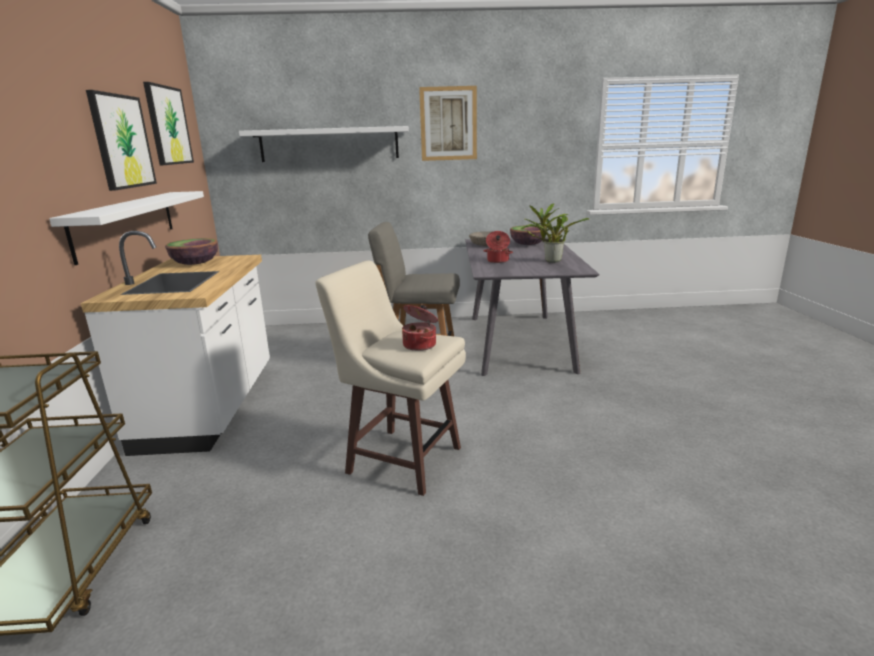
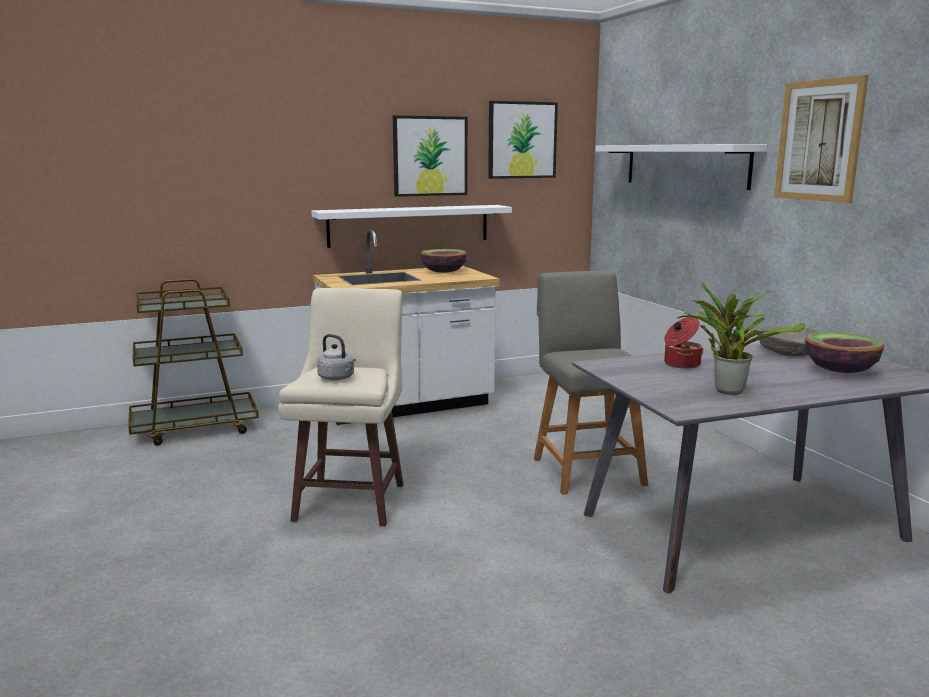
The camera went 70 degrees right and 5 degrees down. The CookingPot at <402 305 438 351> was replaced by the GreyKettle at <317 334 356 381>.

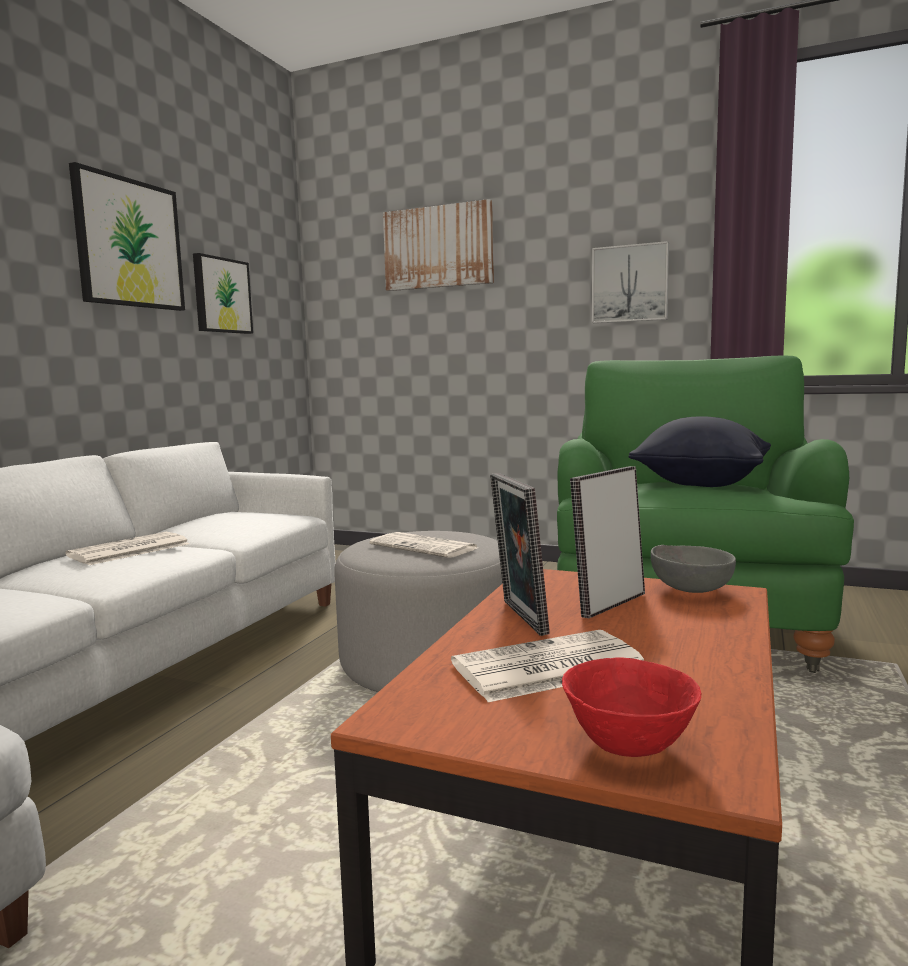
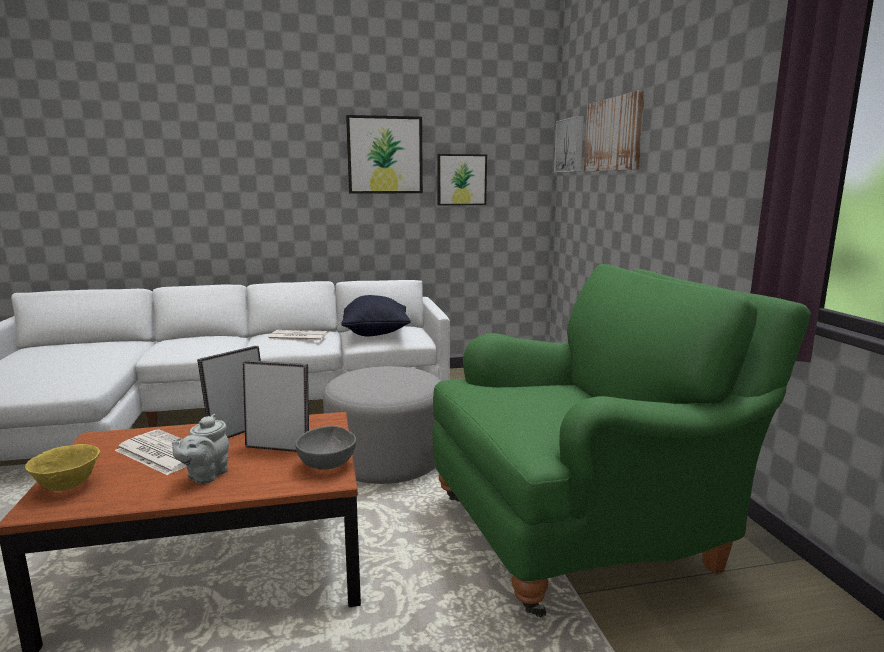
The camera went 55 degrees right and 5 degrees up. The Picture moved from <592 241 669 323> to <554 116 584 173>. The BlackPillow moved from <628 417 771 487> to <341 295 411 336>. The Newspaper at <370 532 477 558> disappeared. The RedBowl at <562 657 701 757> became the YellowBowl at <25 444 100 491>. The GreyTeapot at <172 414 229 484> appeared.

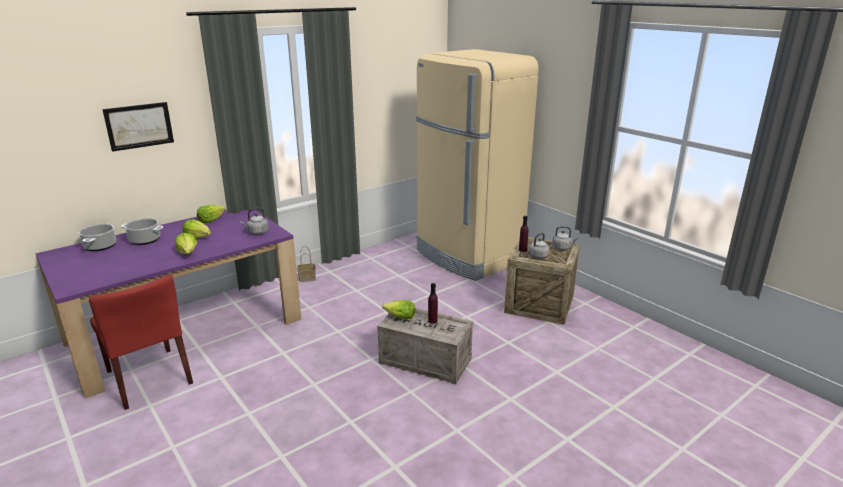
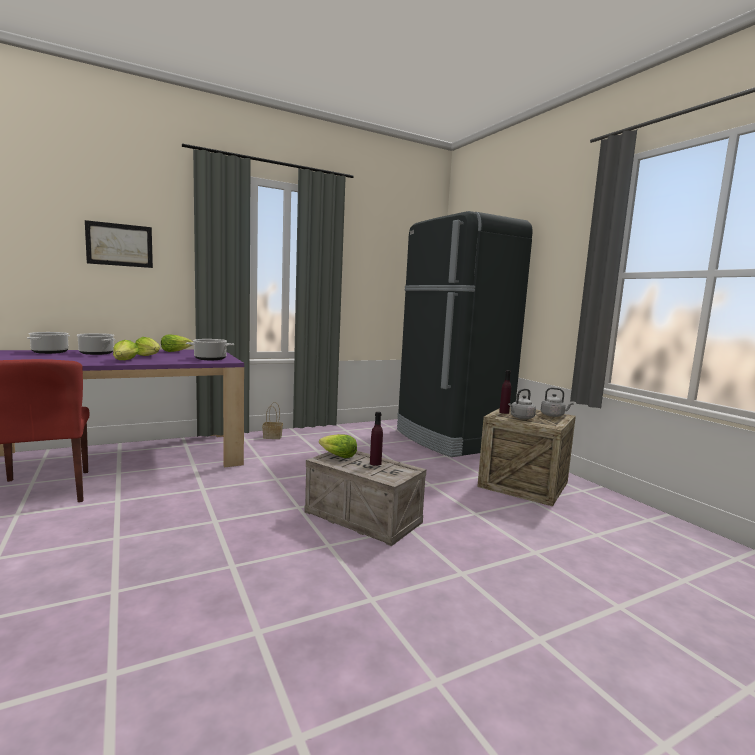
The camera went 10 degrees right and 15 degrees down. The BeigeFridge at <416 49 539 281> became the BlackFridge at <397 211 532 457>. The GreyKettle at <240 208 269 235> was replaced by the CookingPot at <186 339 234 360>.

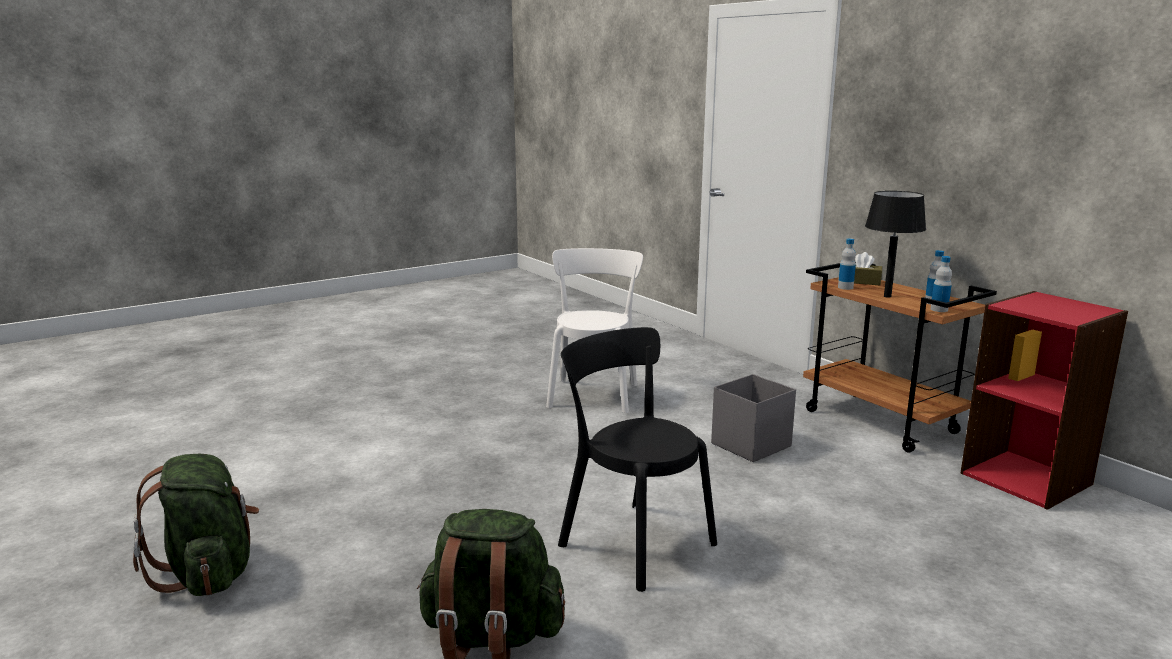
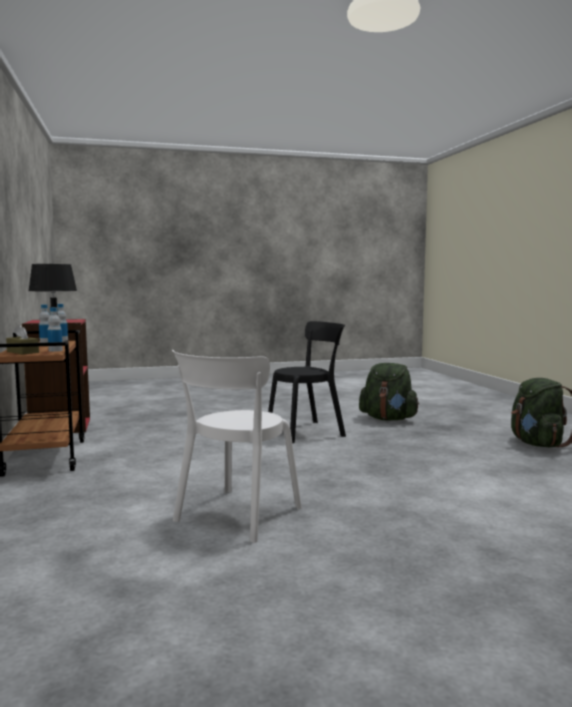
The camera went 160 degrees left and 10 degrees down. The BlackChair at <558 327 717 592> turned 90 degrees counterclockwise. The GreyStorageBox at <711 374 796 462> disappeared.

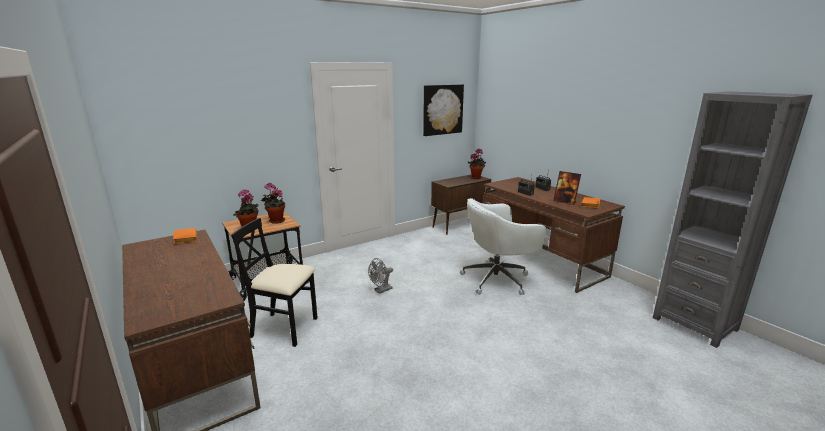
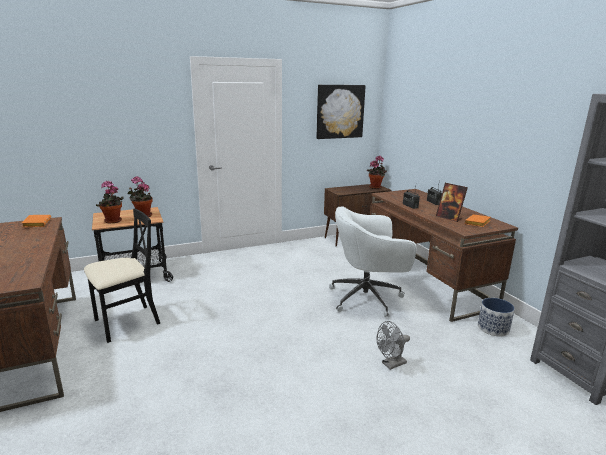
The camera went 10 degrees right and 0 degrees up. The BlackChair at <231 218 318 347> turned 120 degrees clockwise. The GreyFan moved from <368 258 393 294> to <376 321 410 370>. The Planter at <478 298 515 336> appeared.

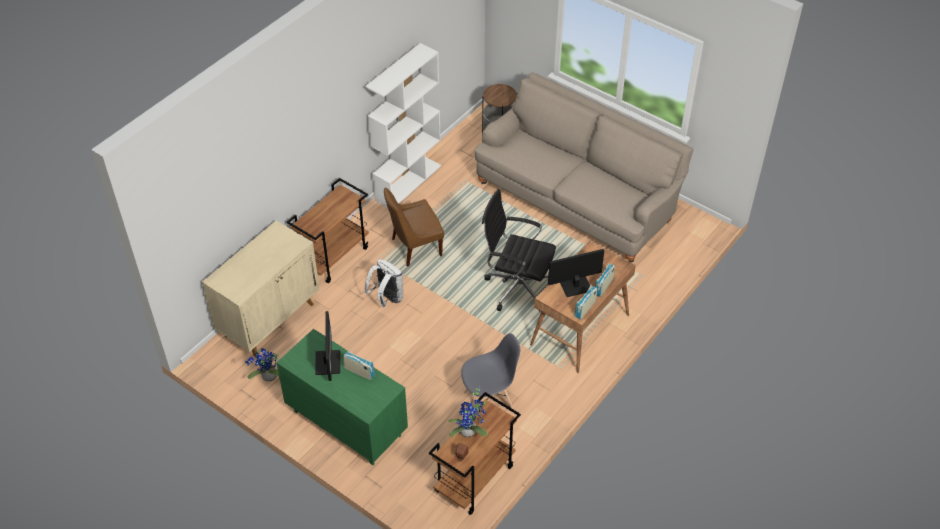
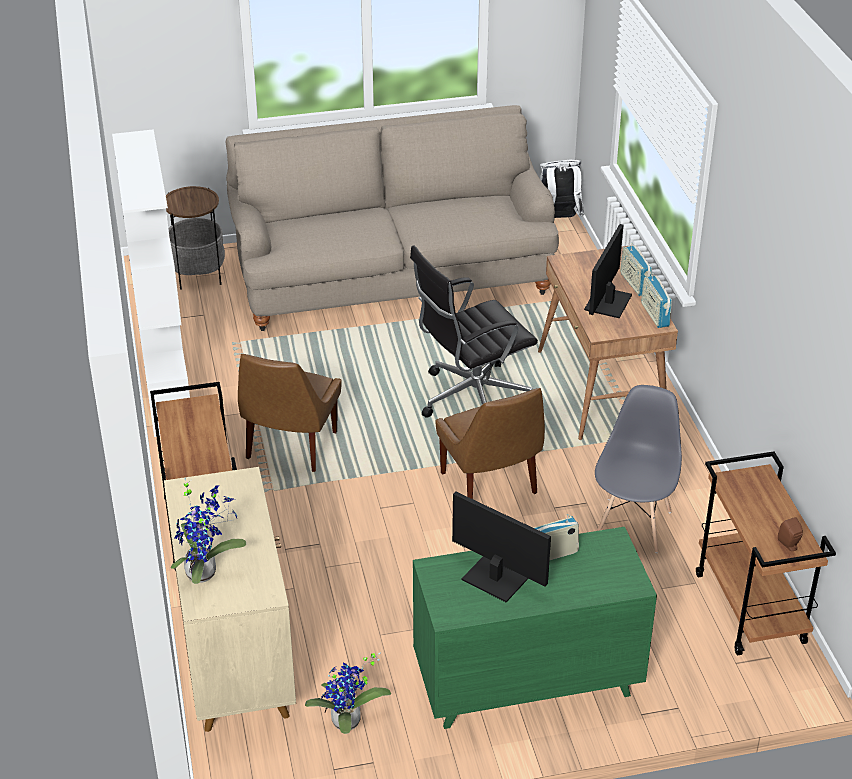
The camera went 50 degrees left and 10 degrees down. The WhiteBackpack moved from <364 259 404 307> to <540 160 584 218>. The PottedPlant moved from <448 388 488 438> to <171 478 246 584>. The BrownChair at <436 388 545 499> appeared.

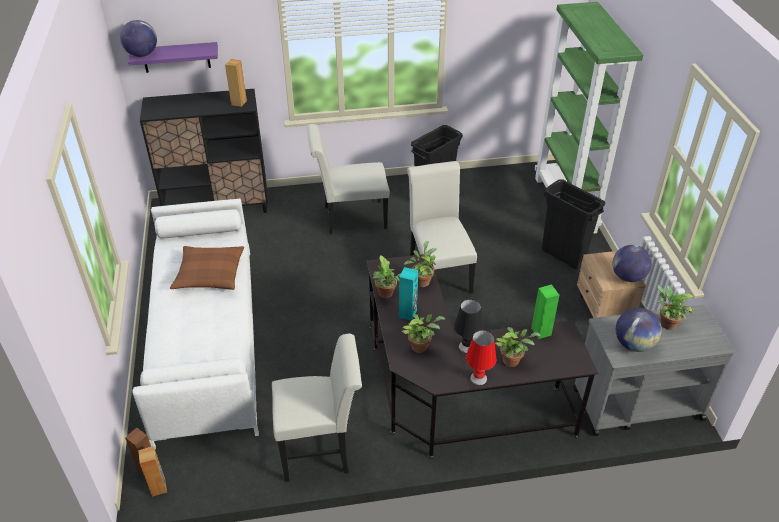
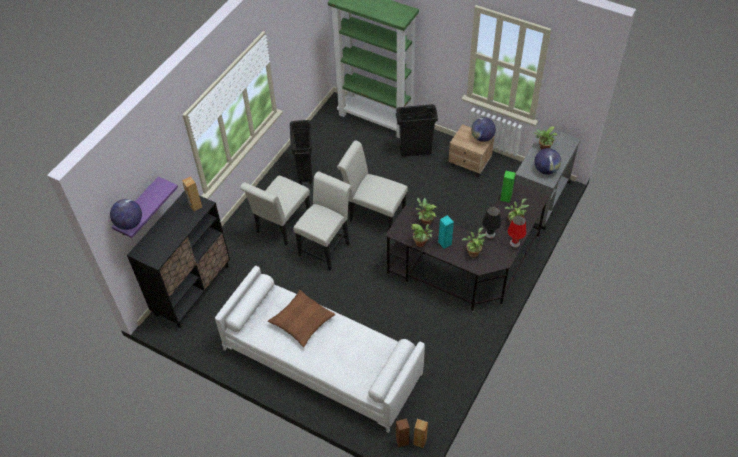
The camera went 50 degrees left and 10 degrees up. The WhiteChair moved from <272 334 362 482> to <293 171 352 270>.

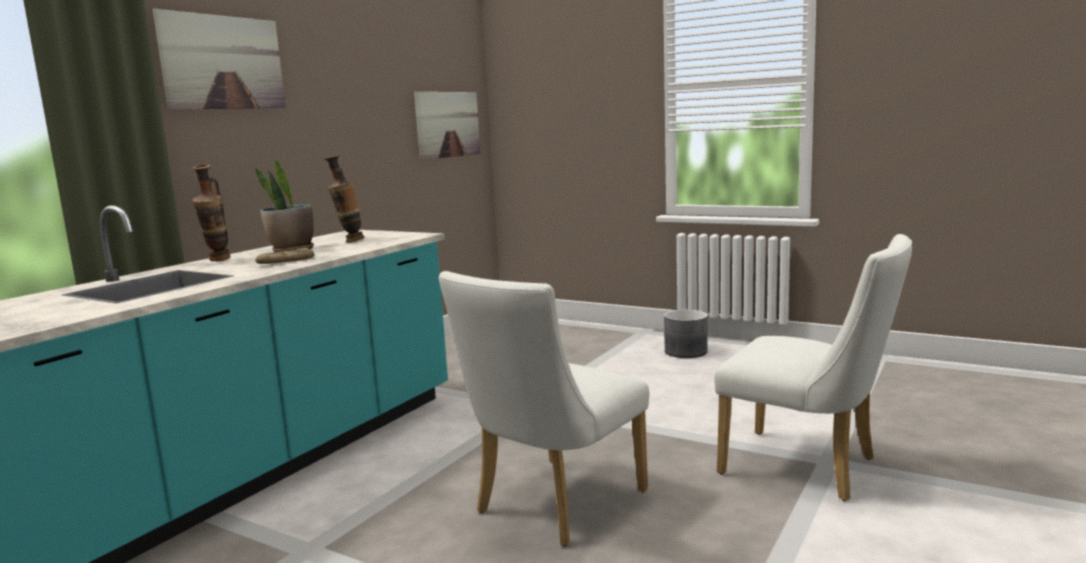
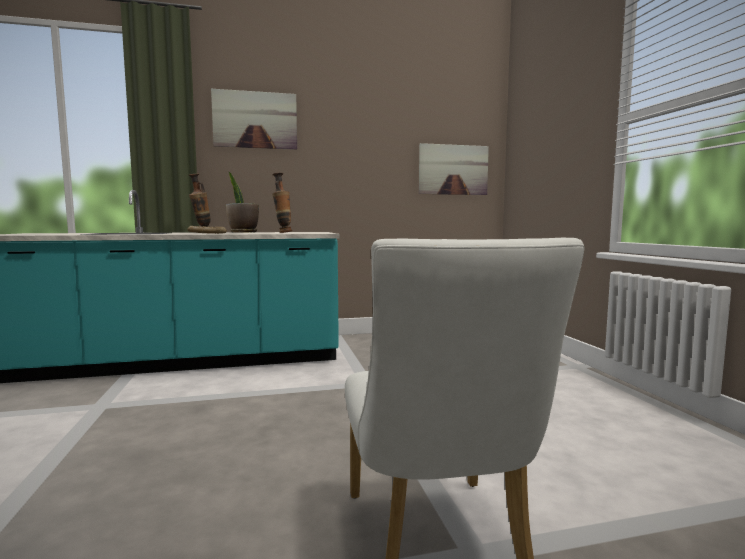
The camera went 45 degrees right and 5 degrees down. The WhiteChair at <438 271 649 546> disappeared. The GreyPlanter at <664 309 708 358> disappeared.

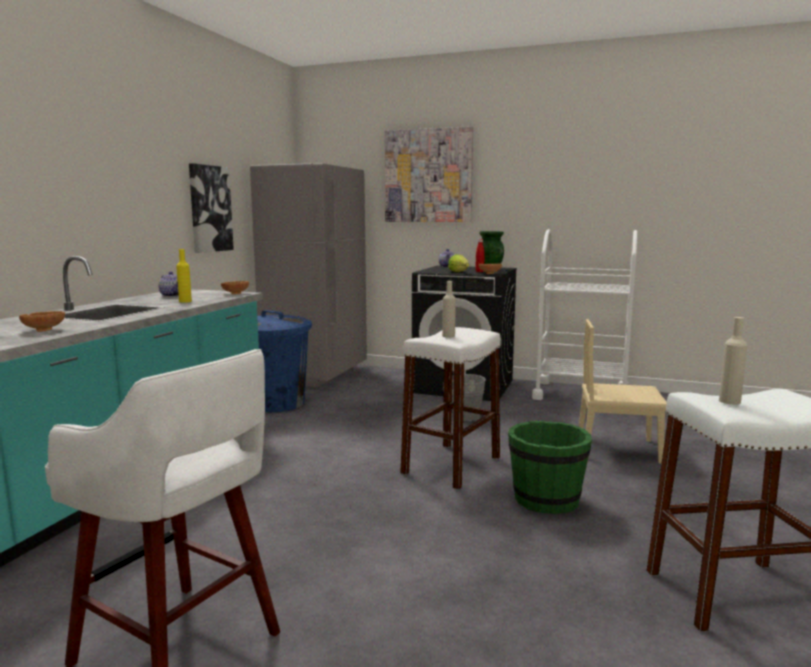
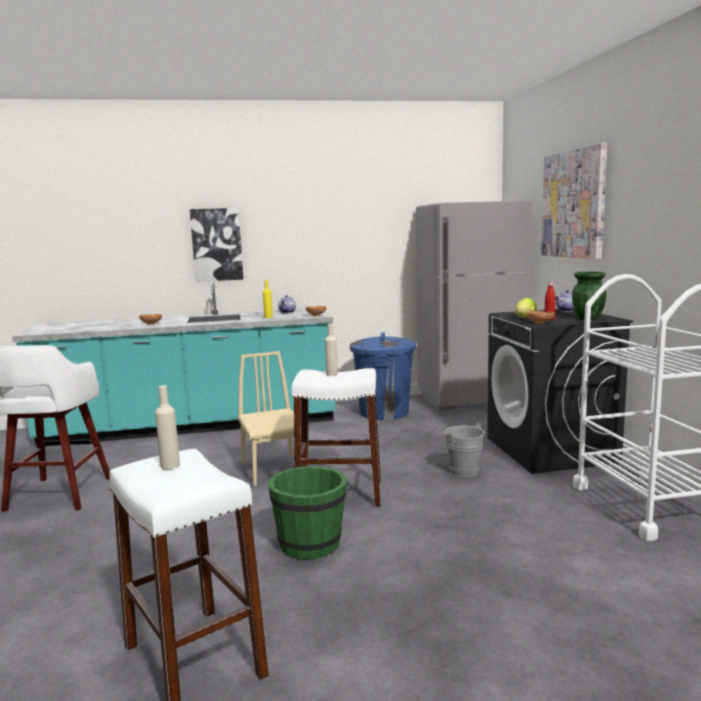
The camera went 60 degrees right and 0 degrees up. The Picture moved from <189 163 234 253> to <190 208 243 282>. The BeigeChair moved from <579 319 667 464> to <238 351 294 486>.

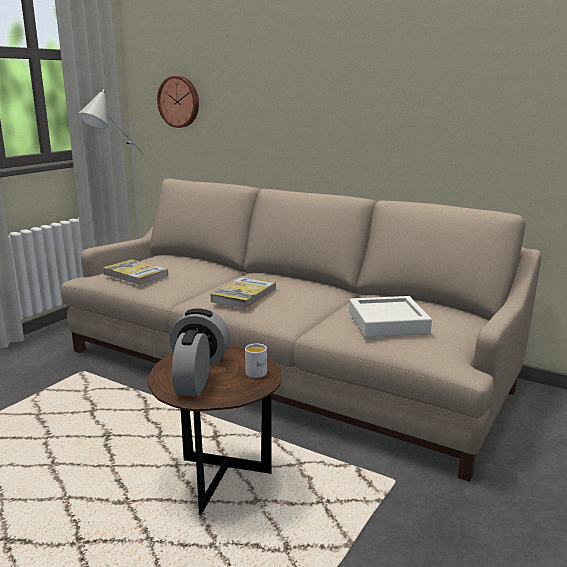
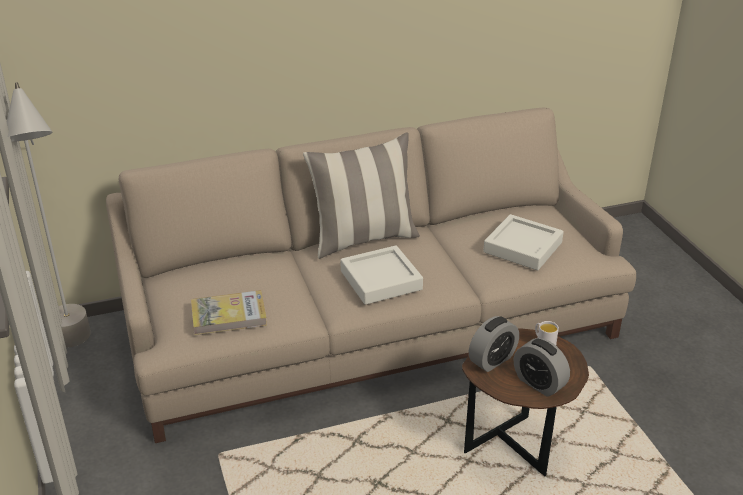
The camera went 50 degrees left and 15 degrees up. The WallClock at <157 76 199 128> disappeared. The Book at <211 276 277 309> was replaced by the WhiteTray at <340 245 423 305>. The Pillow at <303 132 420 259> appeared.

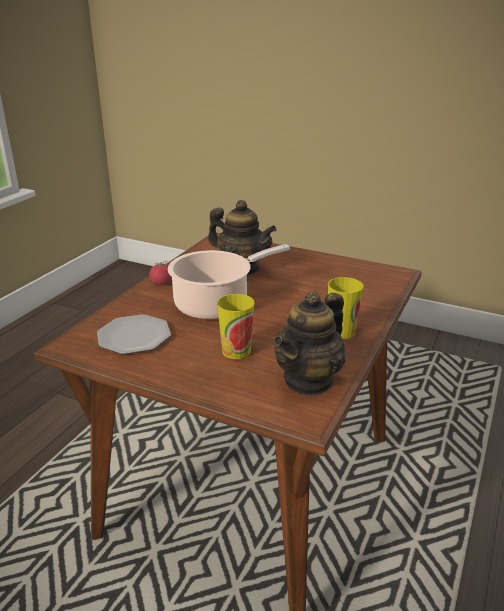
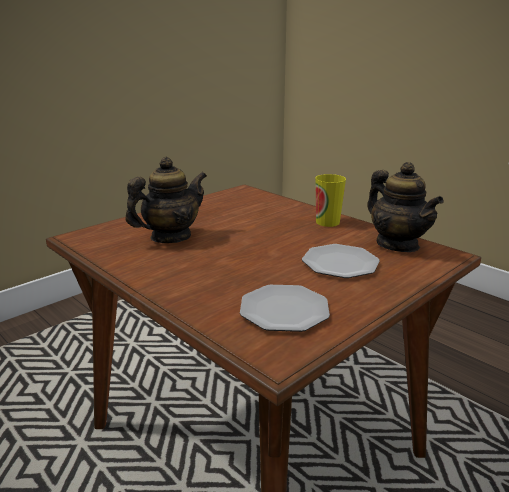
The camera went 70 degrees left and 5 degrees down. The CookingPot at <168 244 290 319> disappeared. The Tomato at <150 261 172 285> disappeared. The Cup at <217 294 254 359> was replaced by the Plate at <302 244 380 278>.

